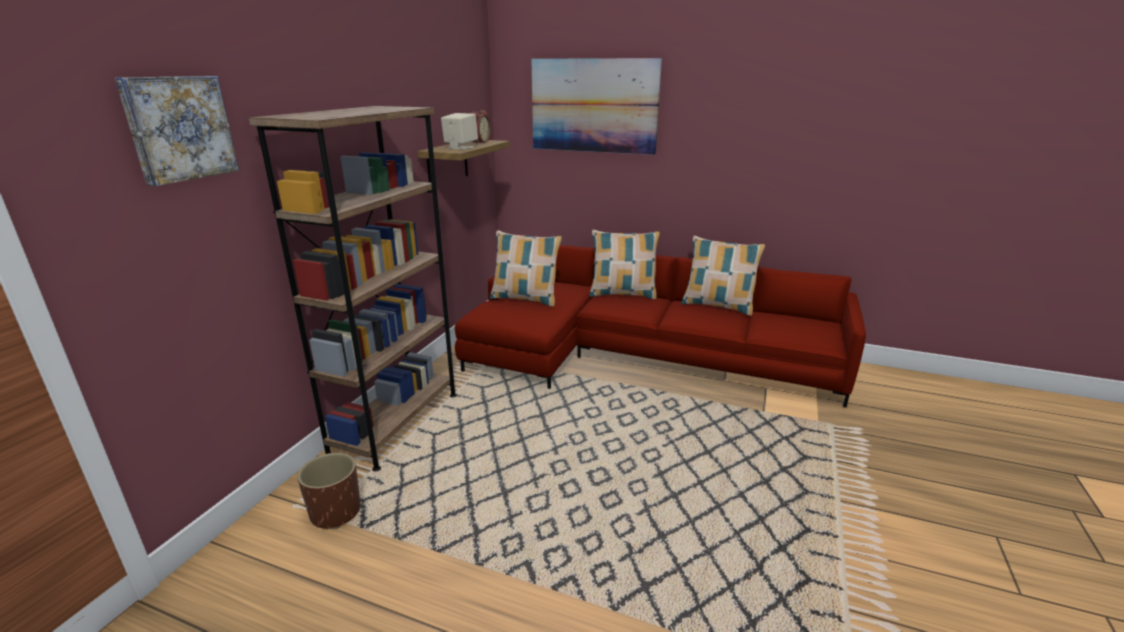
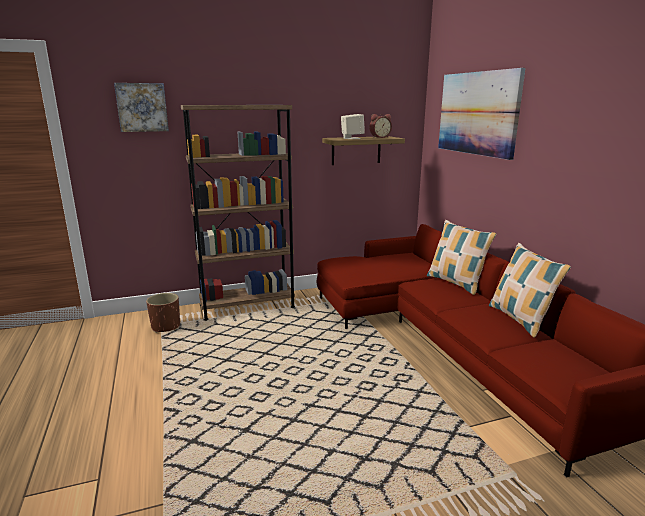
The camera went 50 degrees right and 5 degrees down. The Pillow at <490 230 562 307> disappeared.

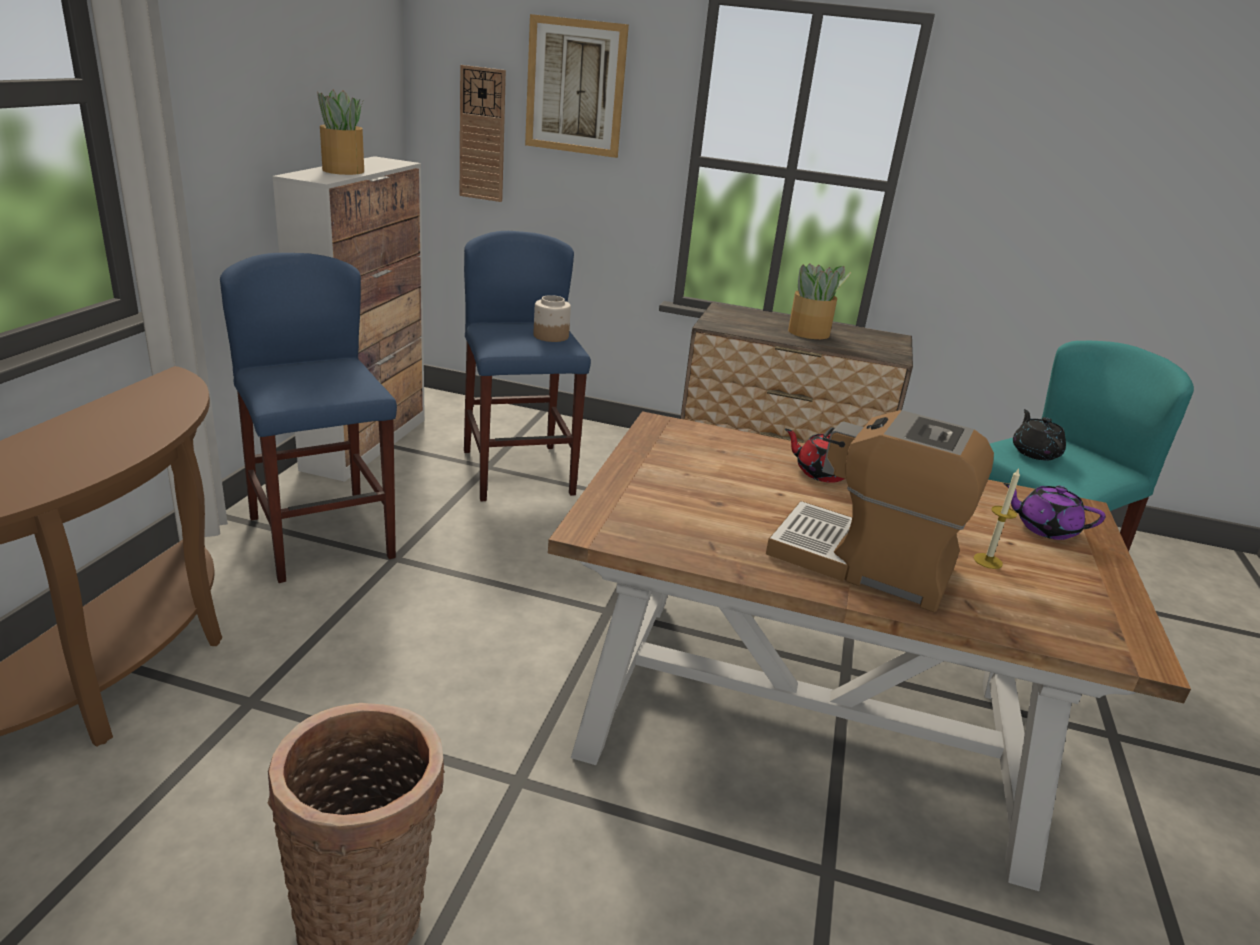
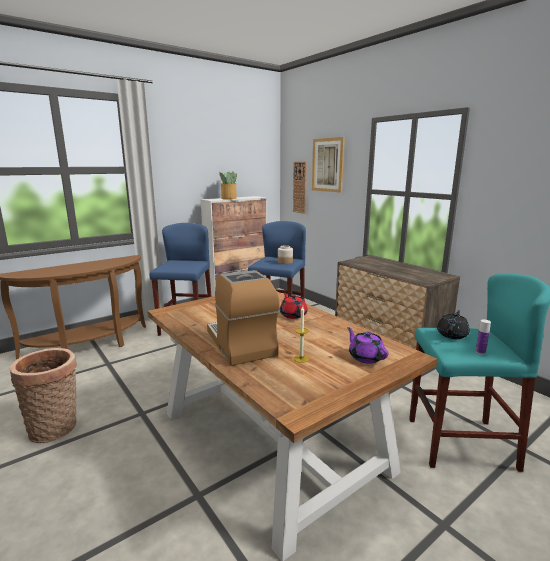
The camera went 40 degrees right and 10 degrees down. The PottedPlant at <788 263 851 339> disappeared. The Bottle at <475 319 491 355> appeared.

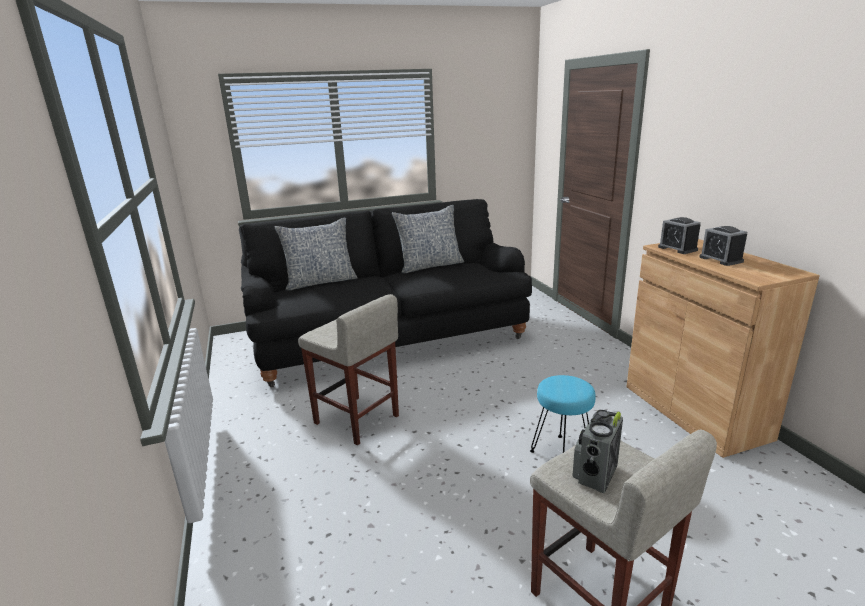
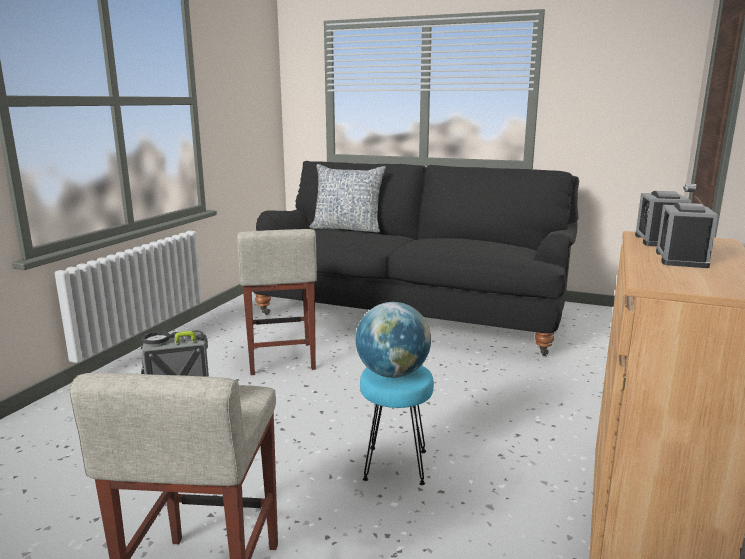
The camera went 40 degrees right and 5 degrees down. The Pillow at <391 205 464 273> disappeared. The Globe at <355 302 431 378> appeared.

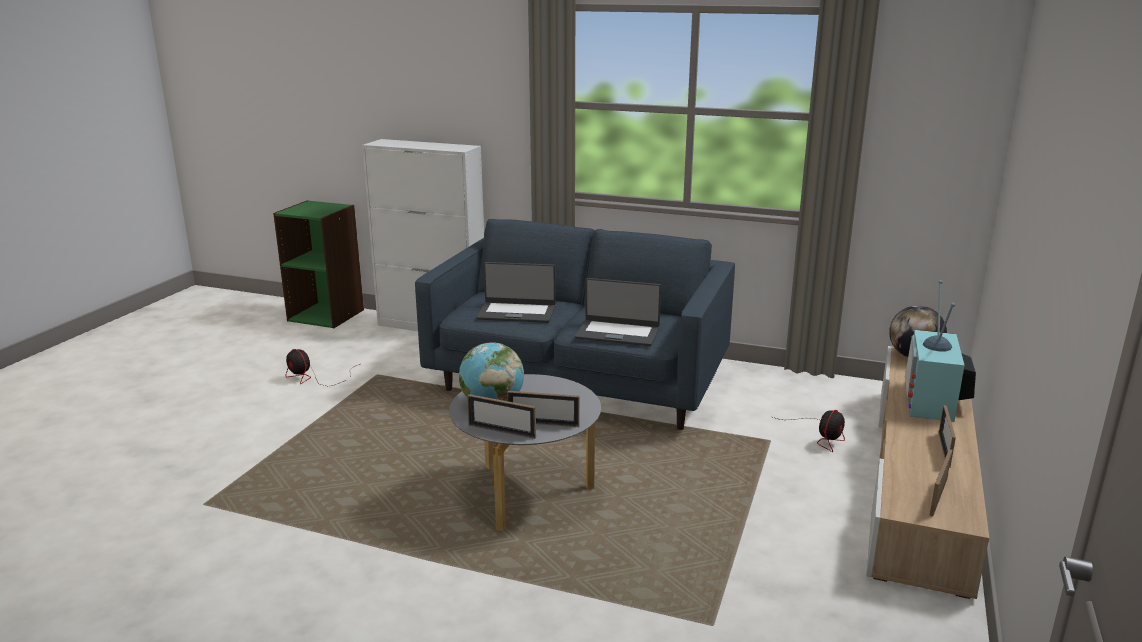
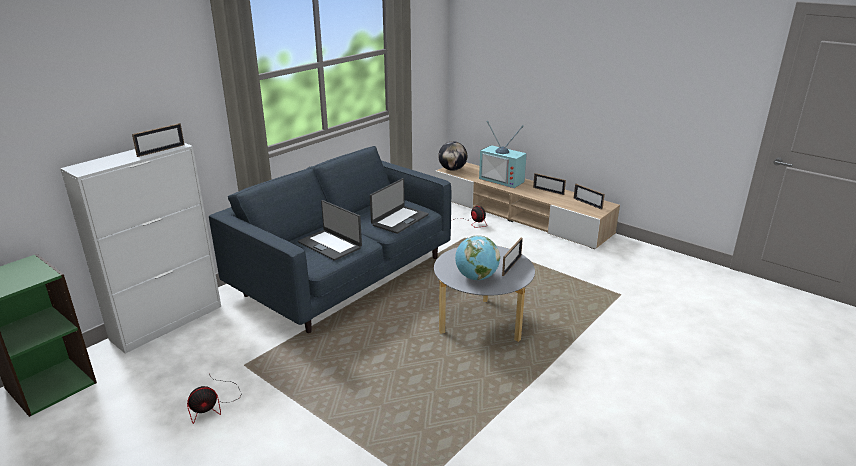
The camera went 70 degrees left and 5 degrees up. The Laptop at <476 262 555 323> turned 105 degrees clockwise. The PictureFrame moved from <467 394 536 439> to <132 123 185 157>.

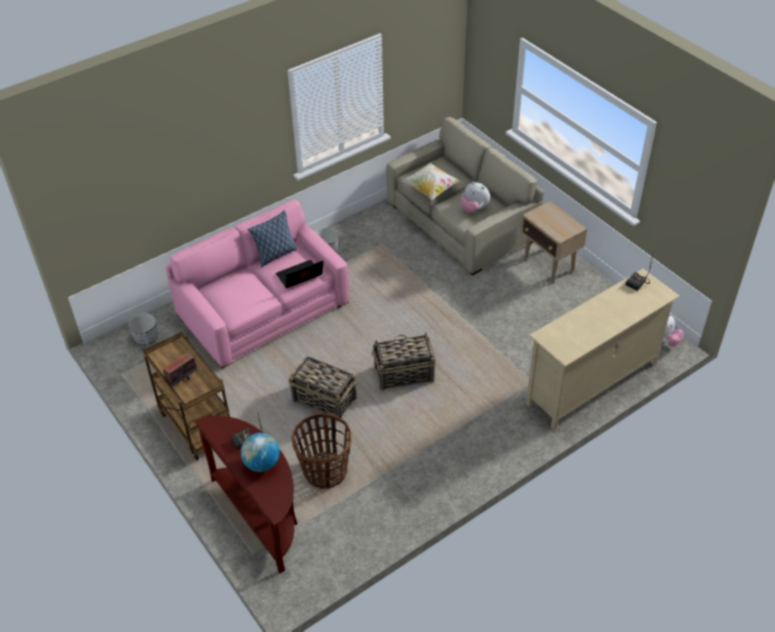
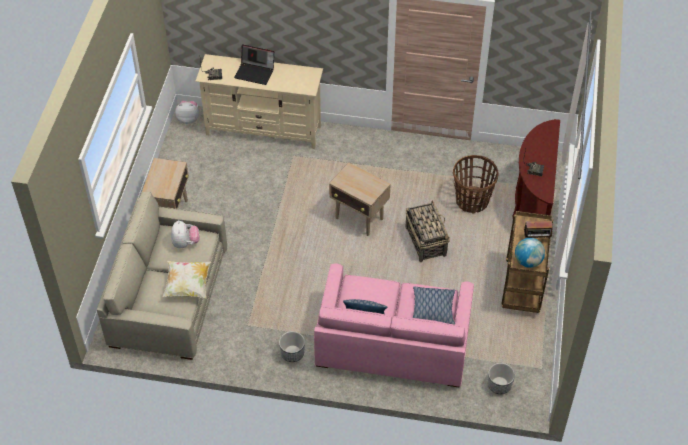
The camera went 135 degrees left and 5 degrees up. The Laptop moved from <276 260 324 288> to <234 45 274 85>. The Basket at <372 333 436 391> was replaced by the BeigeSideTable at <329 162 390 236>. The Globe moved from <241 433 280 472> to <515 238 545 268>. The Pillow at <413 286 455 325> appeared.

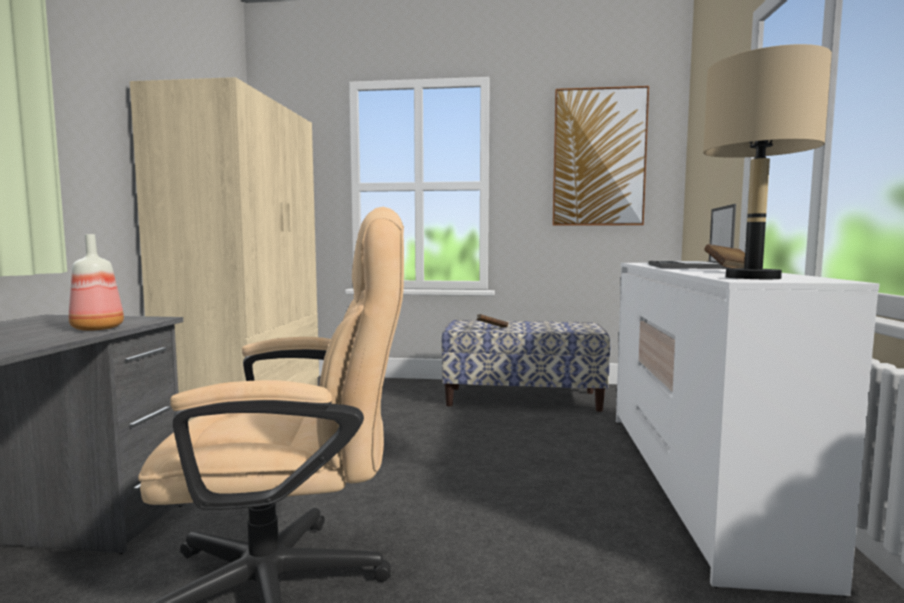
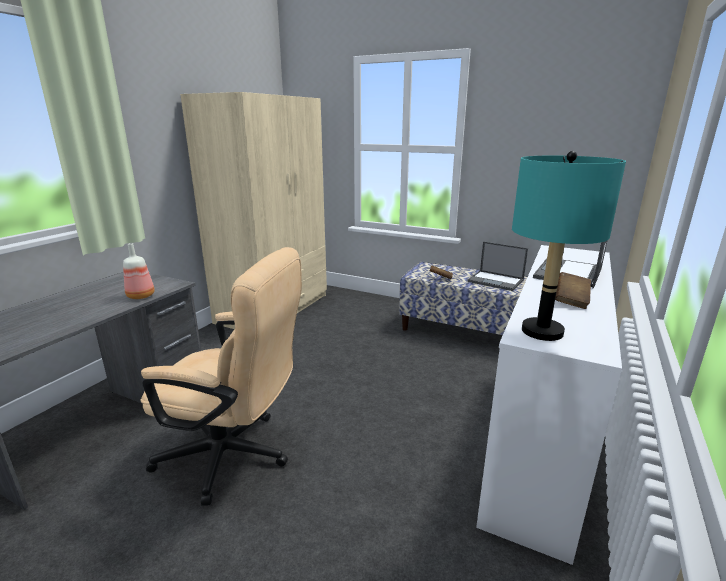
The camera went 20 degrees right and 15 degrees up. The BeigeTableLamp at <703 44 832 279> became the TurquoiseTableLamp at <512 151 626 341>. The Picture at <552 86 649 226> disappeared. The Laptop at <467 242 528 291> appeared.

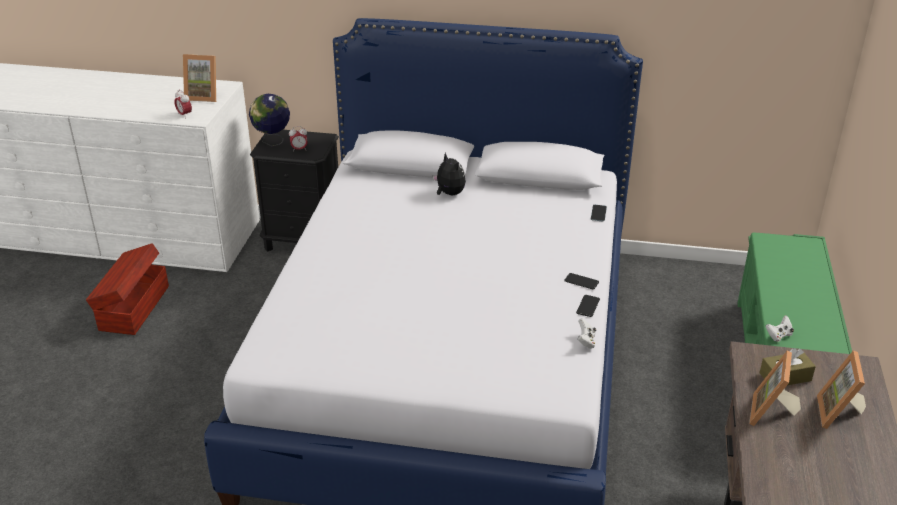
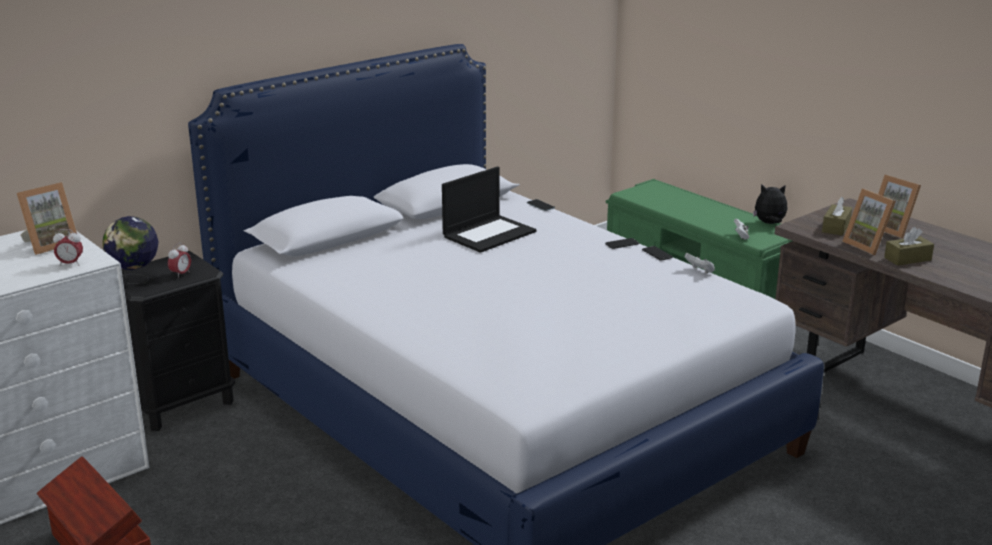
The camera went 50 degrees left and 10 degrees down. The PlushToy moved from <433 152 466 195> to <753 184 787 224>. The Laptop at <442 166 536 253> appeared. The BrownTissueBox at <884 227 934 266> appeared.

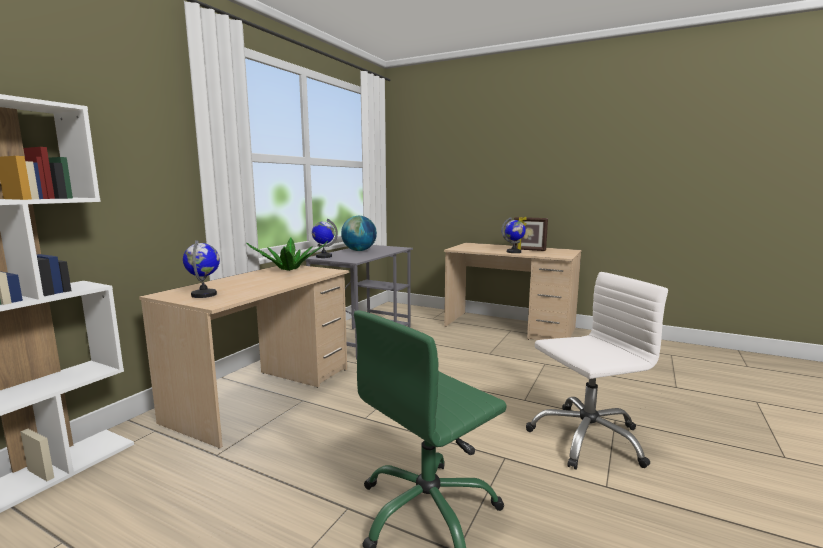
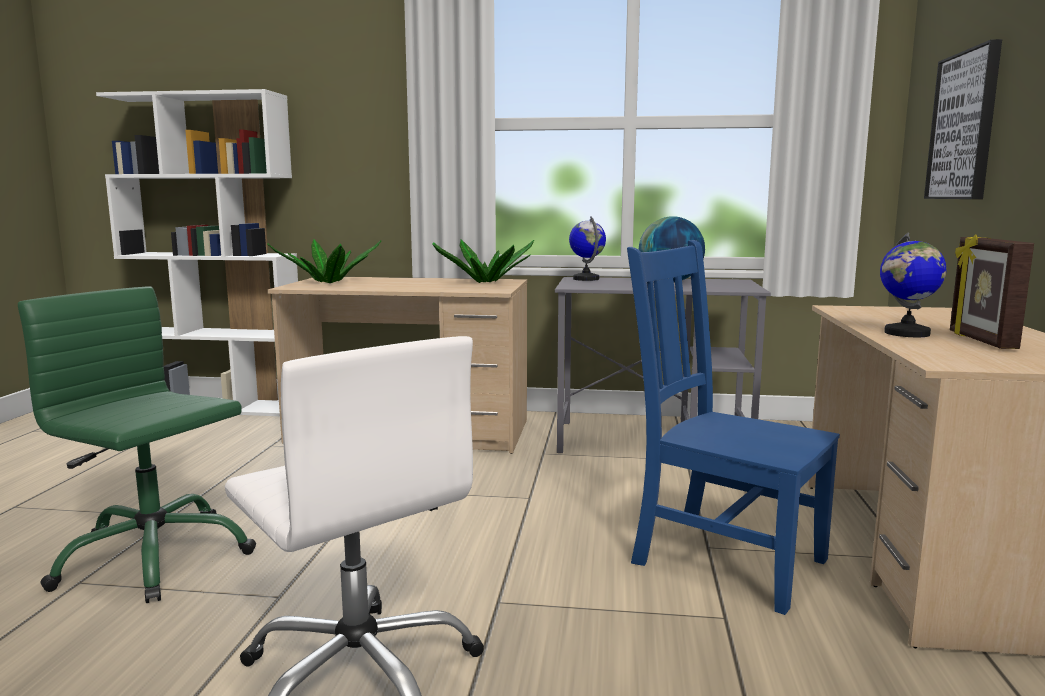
The camera went 70 degrees right and 0 degrees up. The Globe at <183 240 220 298> was replaced by the PottedPlant at <268 239 382 283>. The Picture at <924 39 1002 199> appeared. The BlueChair at <627 240 840 615> appeared.

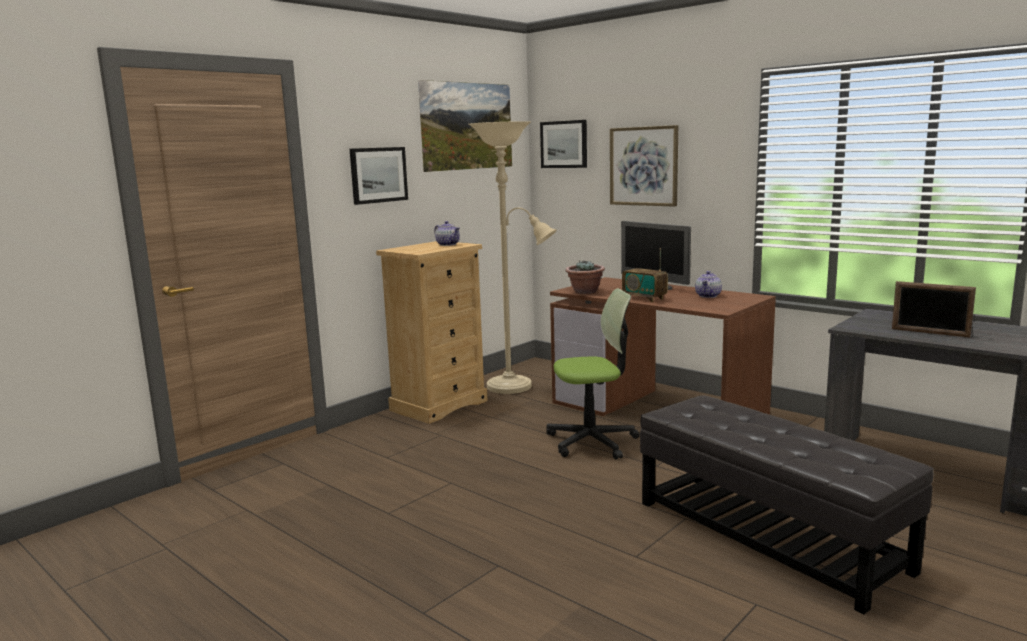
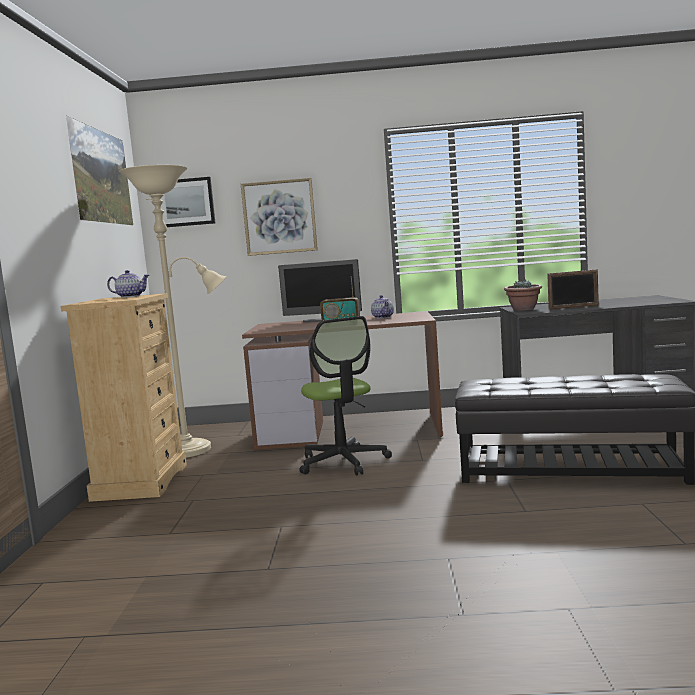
The camera went 40 degrees left and 5 degrees down. The Picture at <350 147 408 205> disappeared. The PottedPlant moved from <565 260 605 294> to <504 279 542 311>. The OfficeChair at <546 288 640 460> turned 120 degrees clockwise.

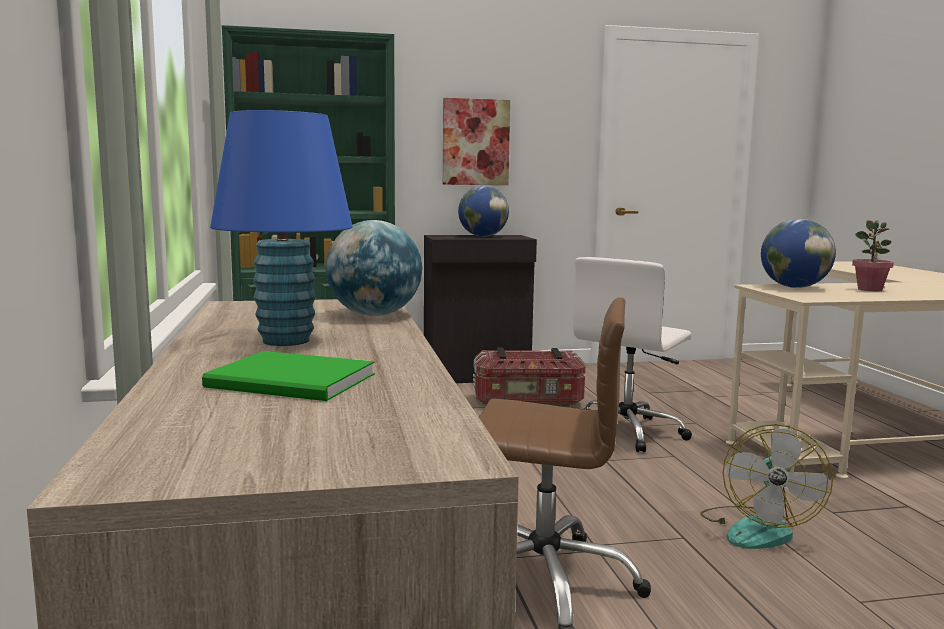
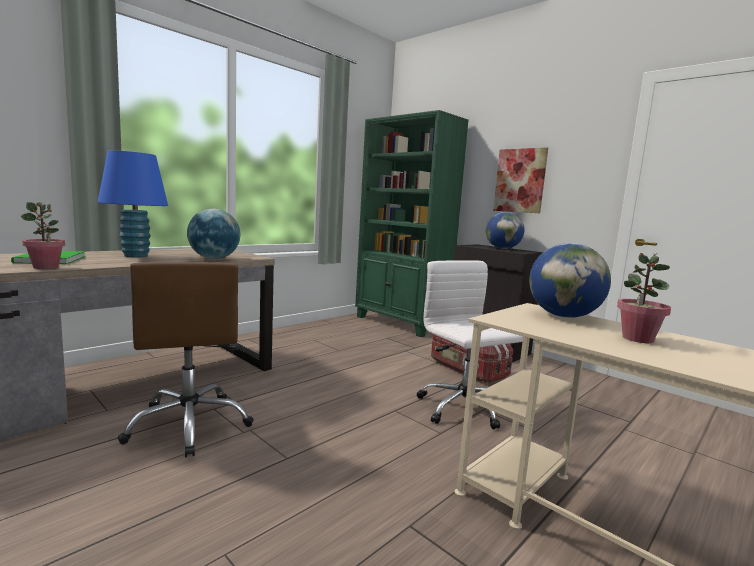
The camera went 55 degrees right and 0 degrees up. The WhiteOfficeChair at <573 257 692 452> turned 60 degrees clockwise. The Fan at <700 424 833 549> disappeared. The PottedPlant at <21 202 65 269> appeared.

